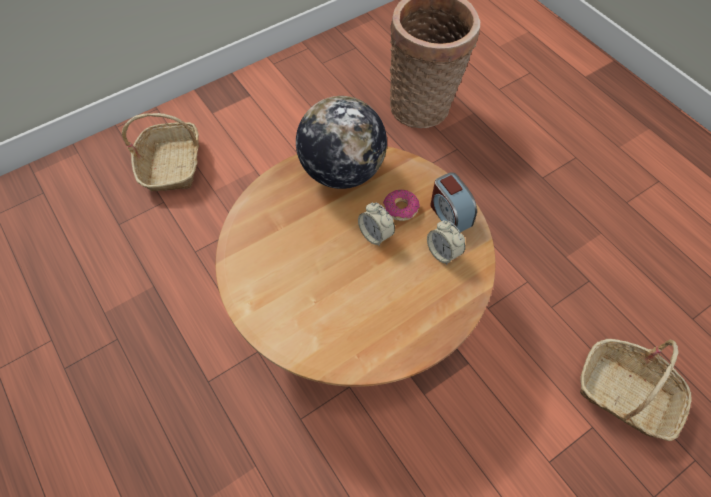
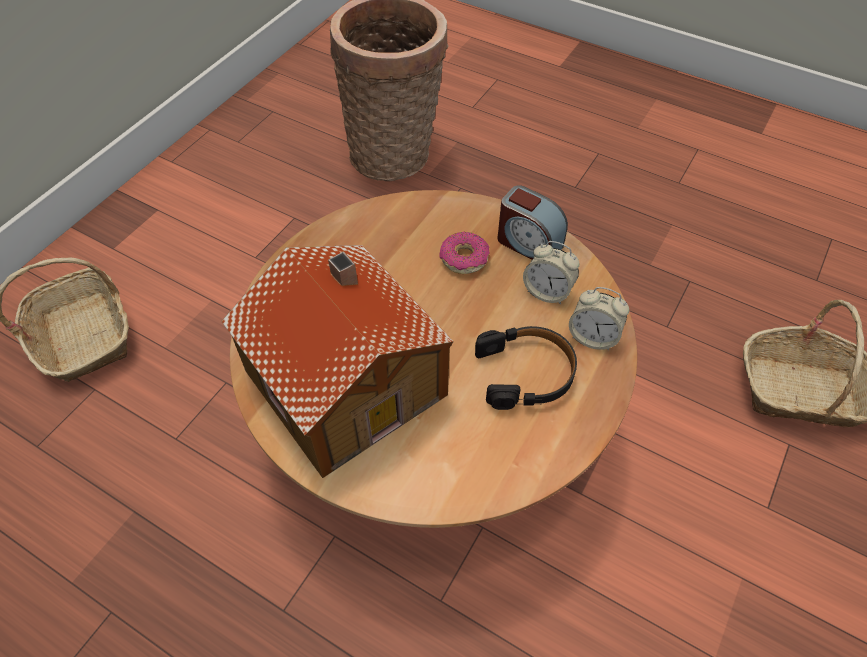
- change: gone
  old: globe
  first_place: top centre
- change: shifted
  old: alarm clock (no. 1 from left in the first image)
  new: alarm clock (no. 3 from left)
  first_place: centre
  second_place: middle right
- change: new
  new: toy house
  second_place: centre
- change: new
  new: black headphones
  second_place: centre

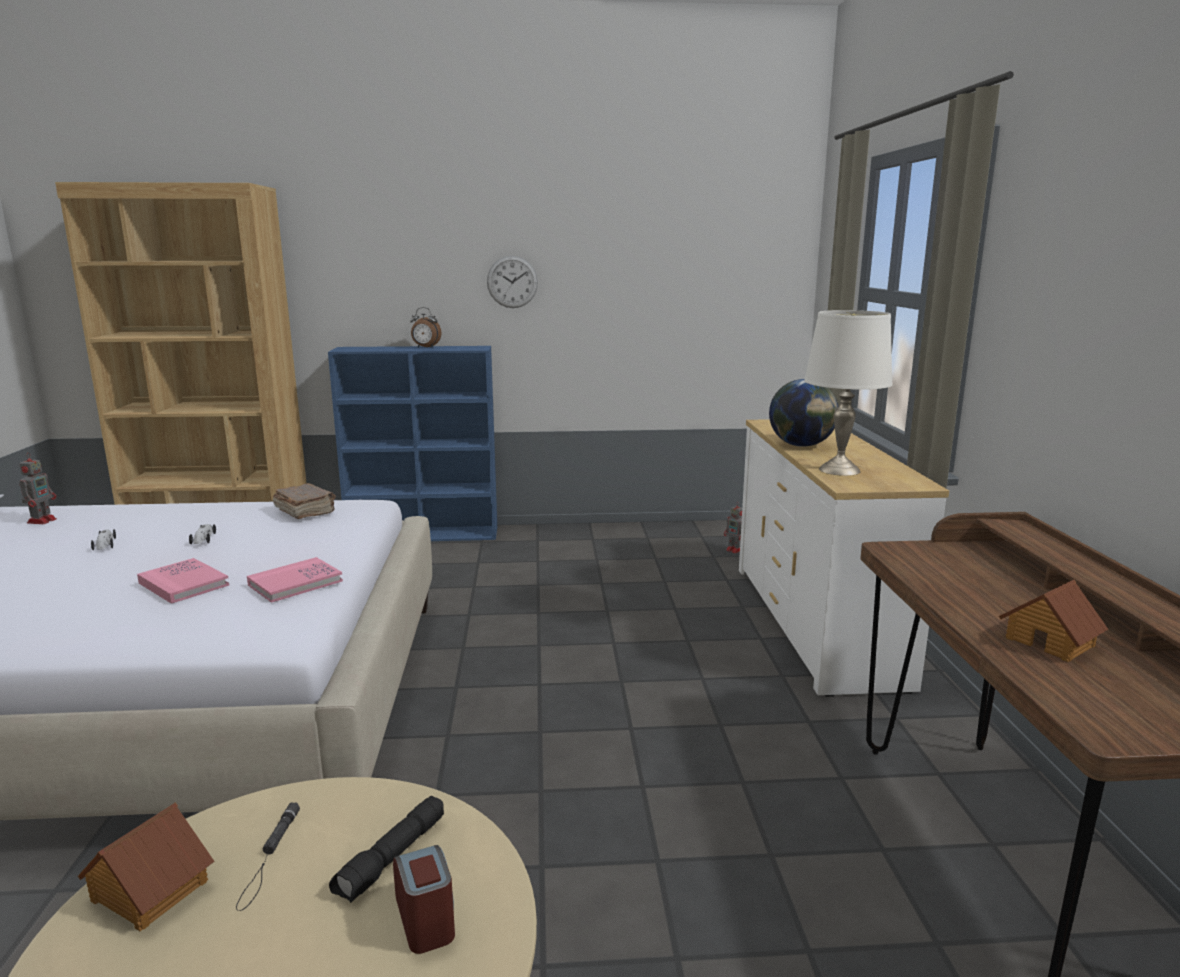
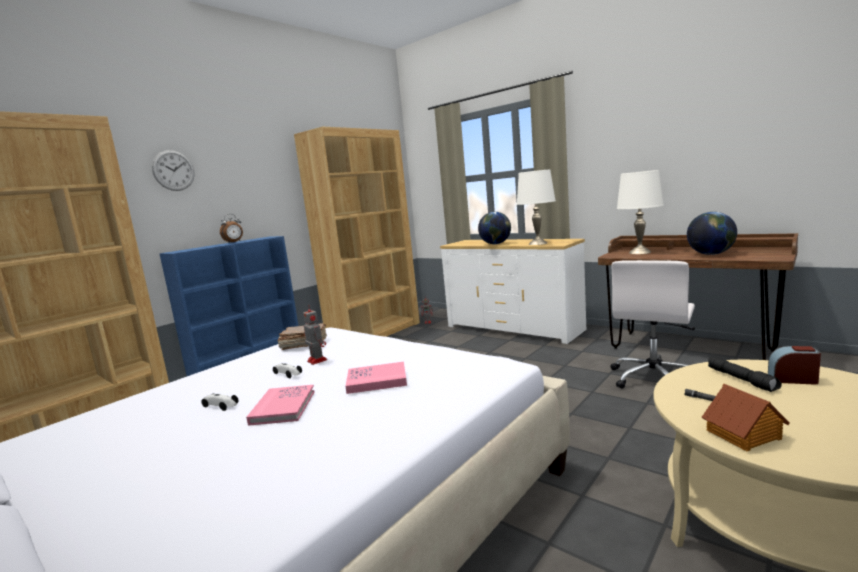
- change: shifted
  old: wall clock
  first_place: top centre
  second_place: top left
- change: shifted
  old: toy robot (no. 1 from left)
  first_place: middle left
  second_place: centre
- change: shifted
  old: pink book (no. 2 from left in the first image)
  new: pink book (no. 1 from left)
  first_place: middle left
  second_place: bottom left
- change: swapped
  old: toy house (no. 2 from left)
  new: globe (no. 2 from left)
  first_place: middle right
  second_place: middle right
- change: new
  new: brown bookcase (no. 2 from left)
  second_place: centre
- change: new
  new: white table lamp (no. 2 from left)
  second_place: middle right
- change: new
  new: white office chair
  second_place: middle right

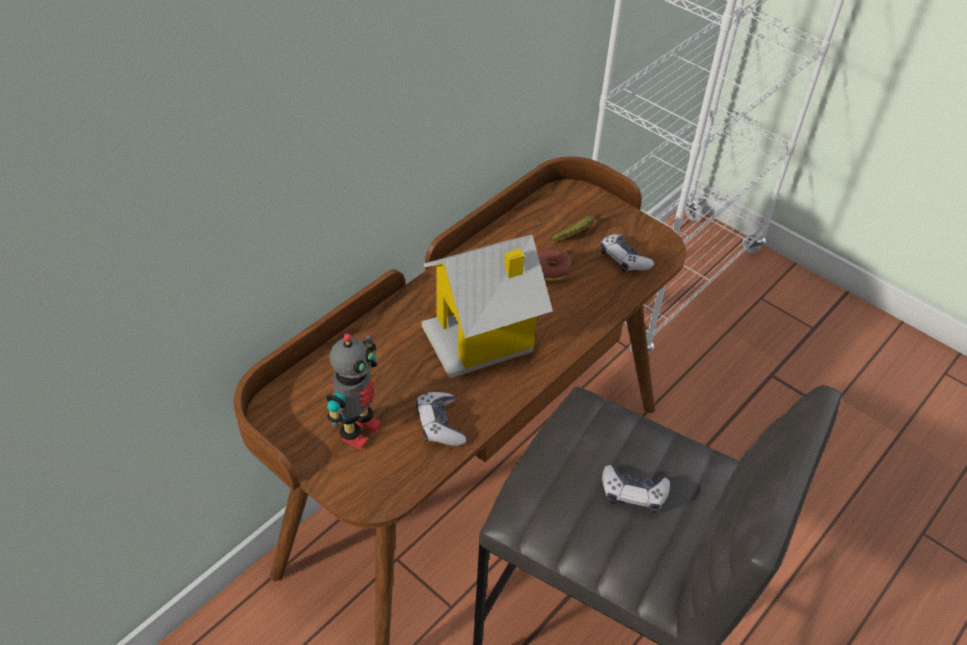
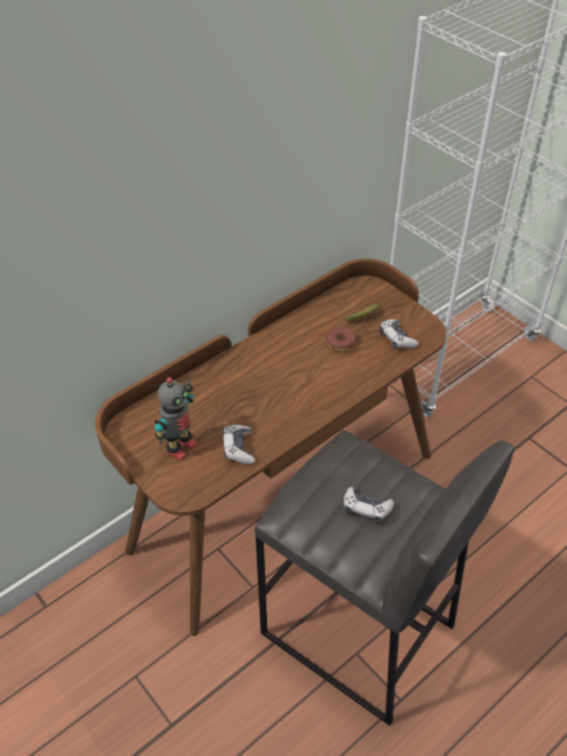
- change: gone
  old: toy house
  first_place: centre

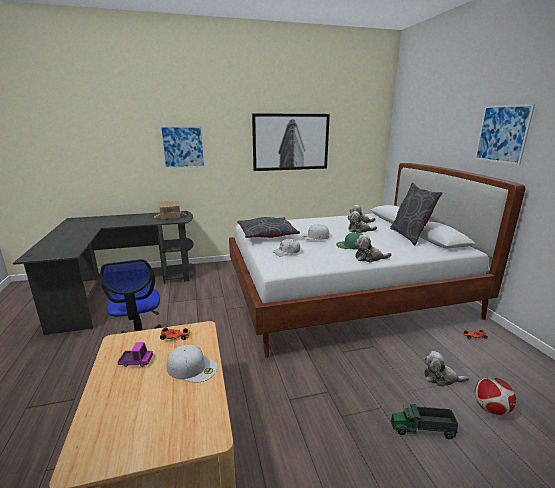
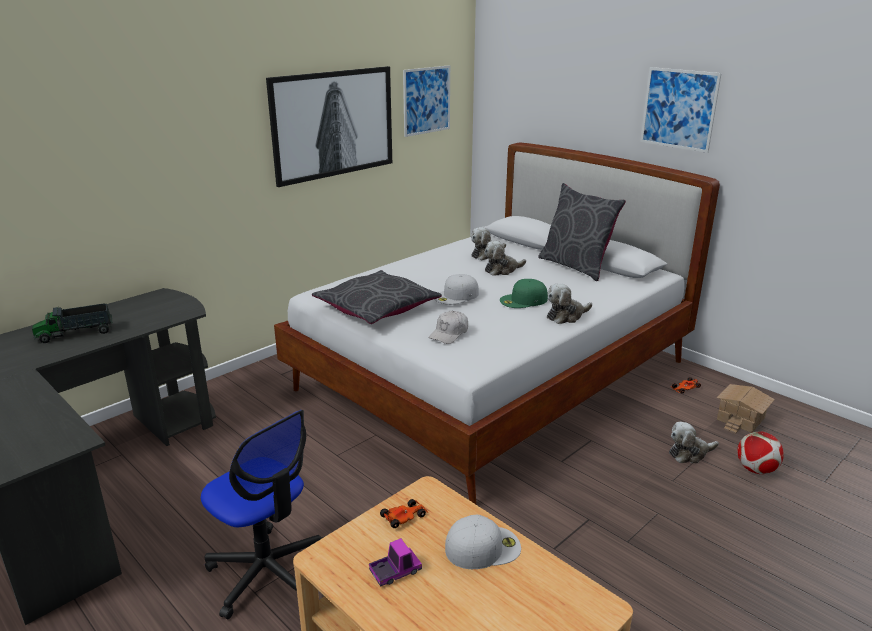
- change: shifted
  old: picture (no. 1 from left in the first image)
  new: picture (no. 2 from left)
  first_place: top left
  second_place: top centre
- change: shifted
  old: toy house
  first_place: middle left
  second_place: middle right
- change: shifted
  old: toy truck (no. 2 from left in the first image)
  new: toy truck (no. 1 from left)
  first_place: bottom right
  second_place: middle left

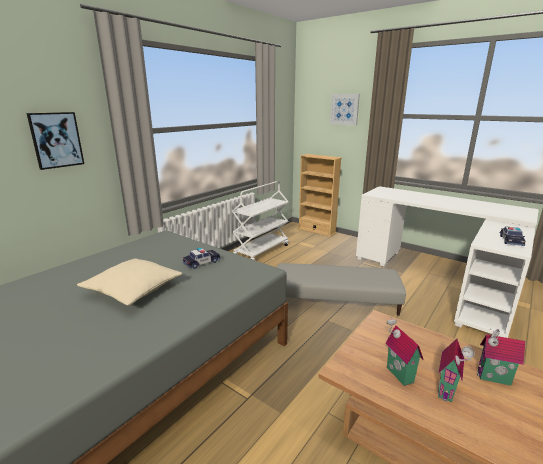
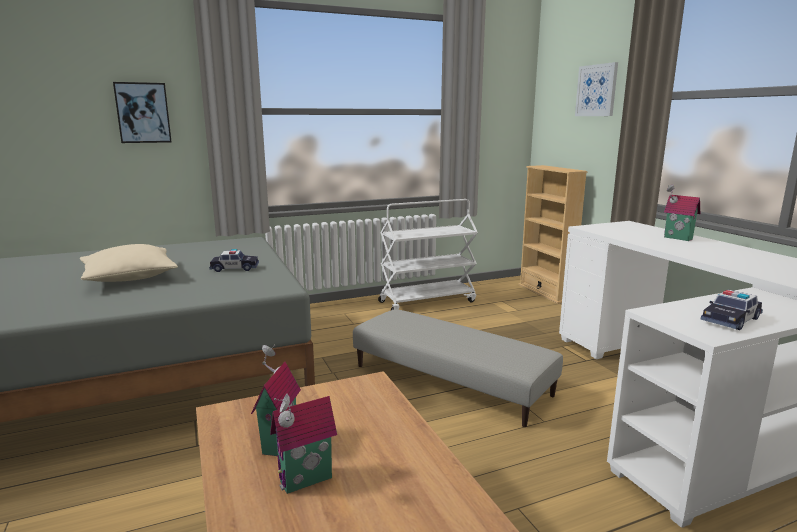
- change: shifted
  old: toy house (no. 3 from left)
  first_place: bottom right
  second_place: middle right

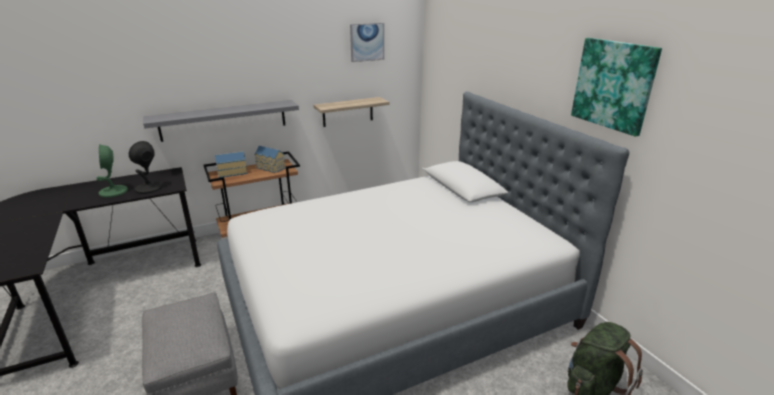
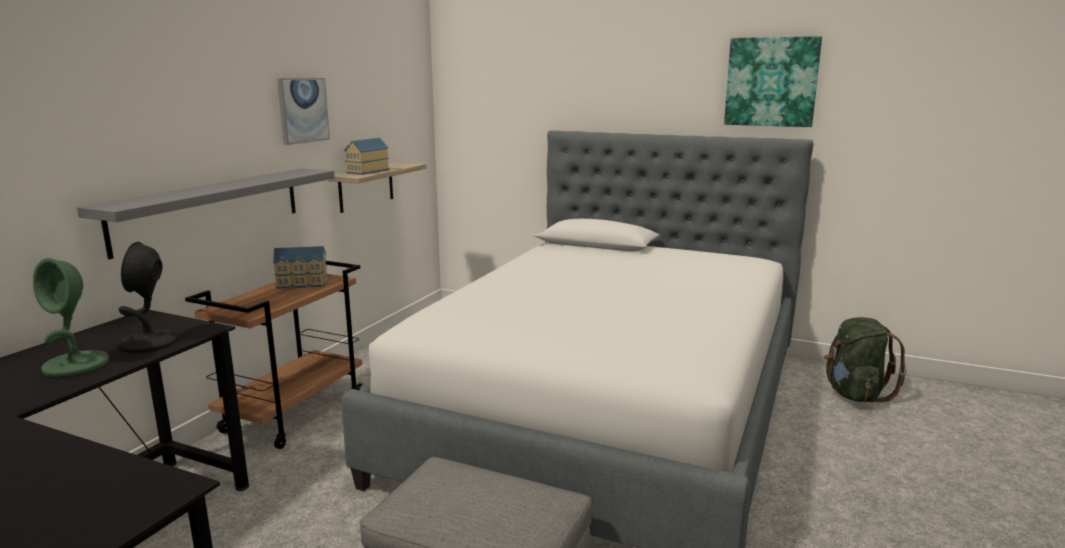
- change: shifted
  old: picture (no. 1 from left)
  first_place: top centre
  second_place: top left
- change: shifted
  old: toy house (no. 1 from left in the first image)
  new: toy house (no. 2 from left)
  first_place: middle left
  second_place: top centre

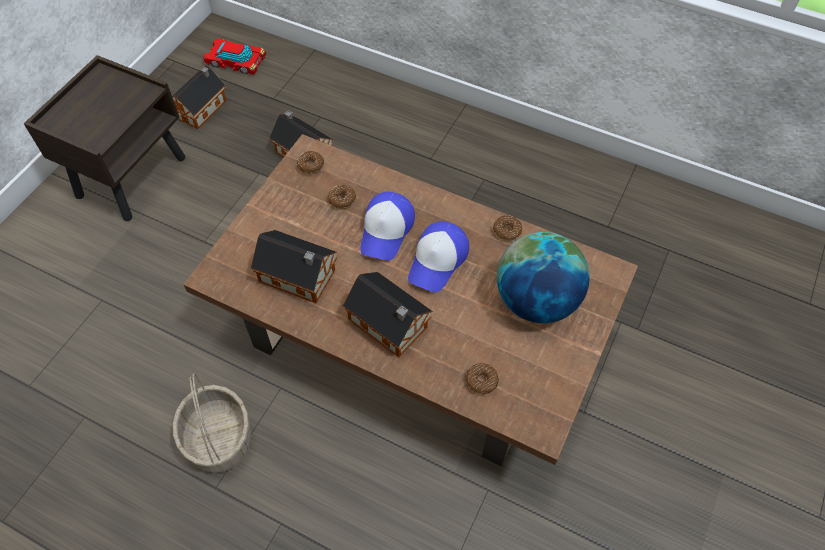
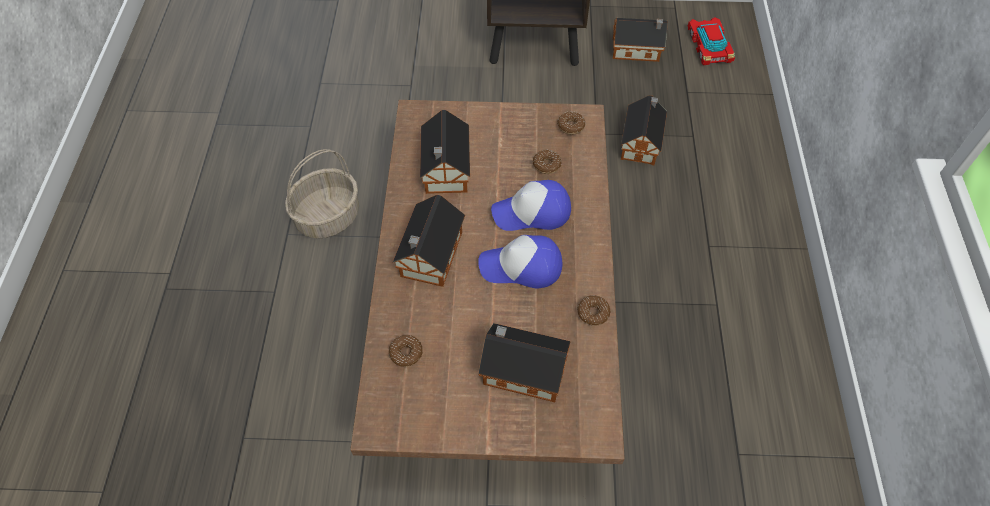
- change: swapped
  old: globe
  new: toy house (no. 3 from left)
  first_place: centre
  second_place: bottom centre

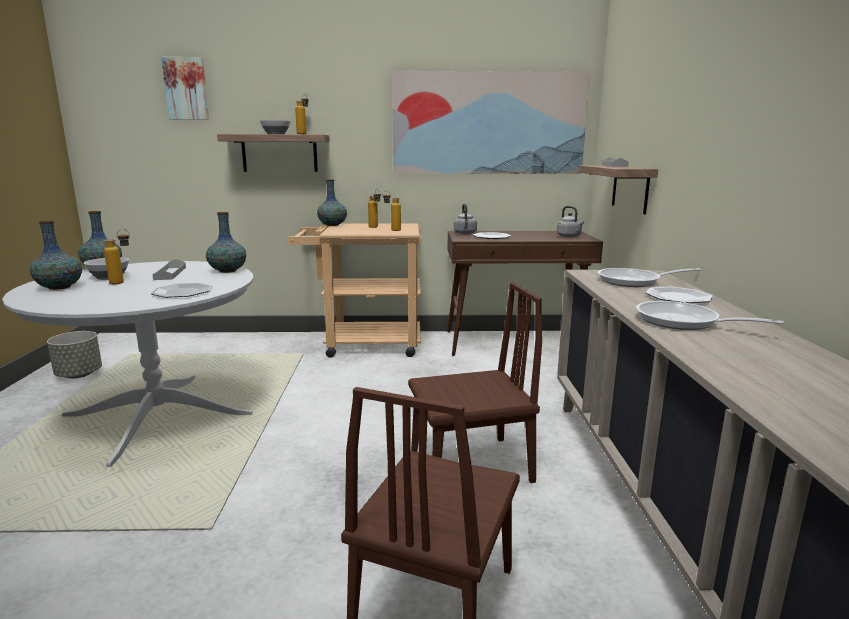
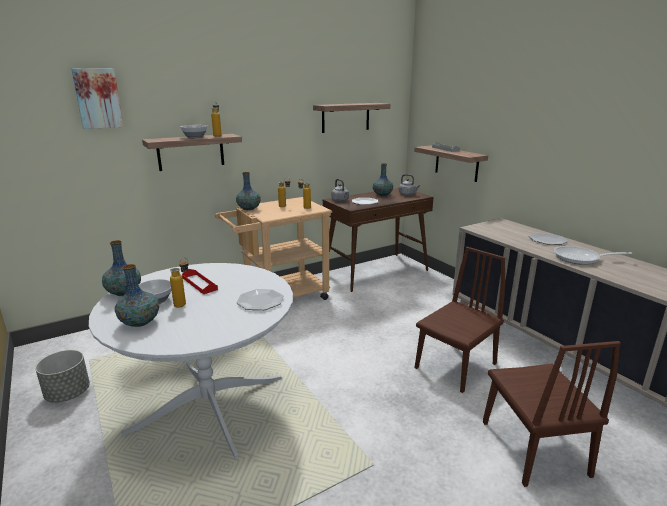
- change: swapped
  old: picture (no. 2 from left)
  new: shelf (no. 2 from left)
  first_place: top centre
  second_place: top centre
- change: shifted
  old: vase (no. 3 from left in the first image)
  new: vase (no. 4 from left)
  first_place: middle left
  second_place: centre
- change: repainted
  old: grey tray (no. 1 from left)
  new: red tray
  first_place: middle left
  second_place: middle left
- change: gone
  old: frying pan (no. 1 from left)
  first_place: middle right

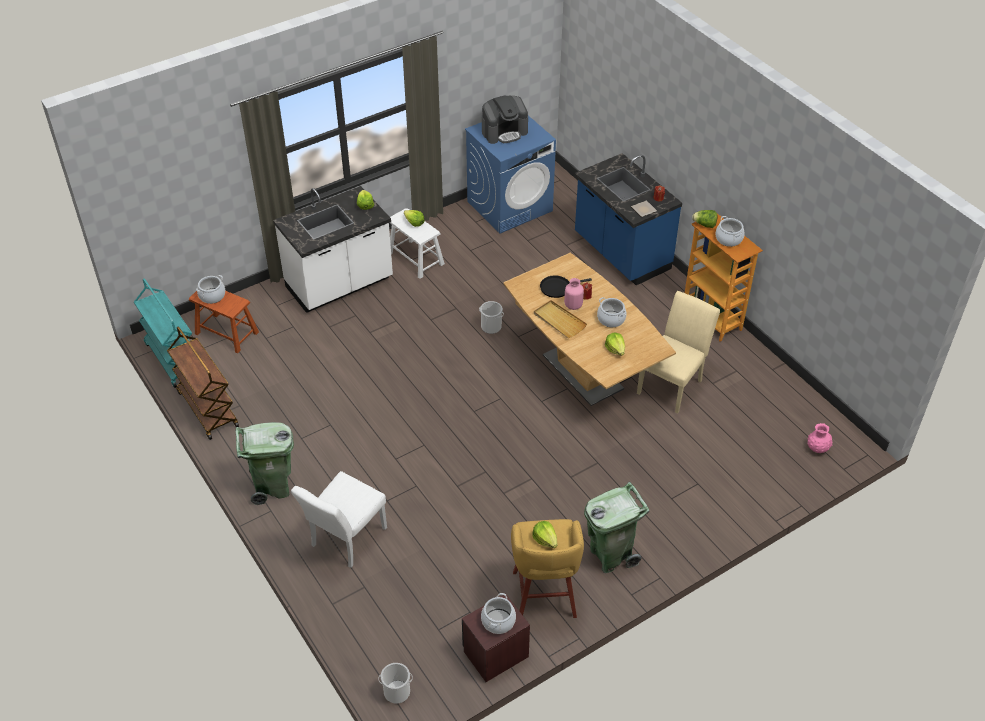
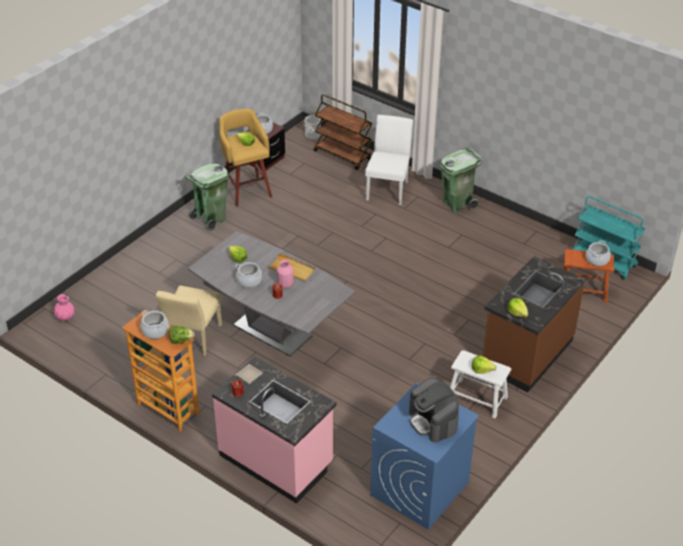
- change: rotated
  old: coffee machine
  first_place: top centre
  second_place: bottom centre
  degrees: -75
- change: repainted
  old: blue counter
  new: pink counter
  first_place: top centre
  second_place: bottom centre
- change: repainted
  old: white counter
  new: brown counter
  first_place: centre
  second_place: middle right
- change: repainted
  old: brown dining table
  new: grey dining table
  first_place: centre
  second_place: centre
- change: gone
  old: black frying pan
  first_place: centre
- change: gone
  old: bucket (no. 2 from left)
  first_place: centre
- change: shifted
  old: brown cart
  first_place: middle left
  second_place: top centre

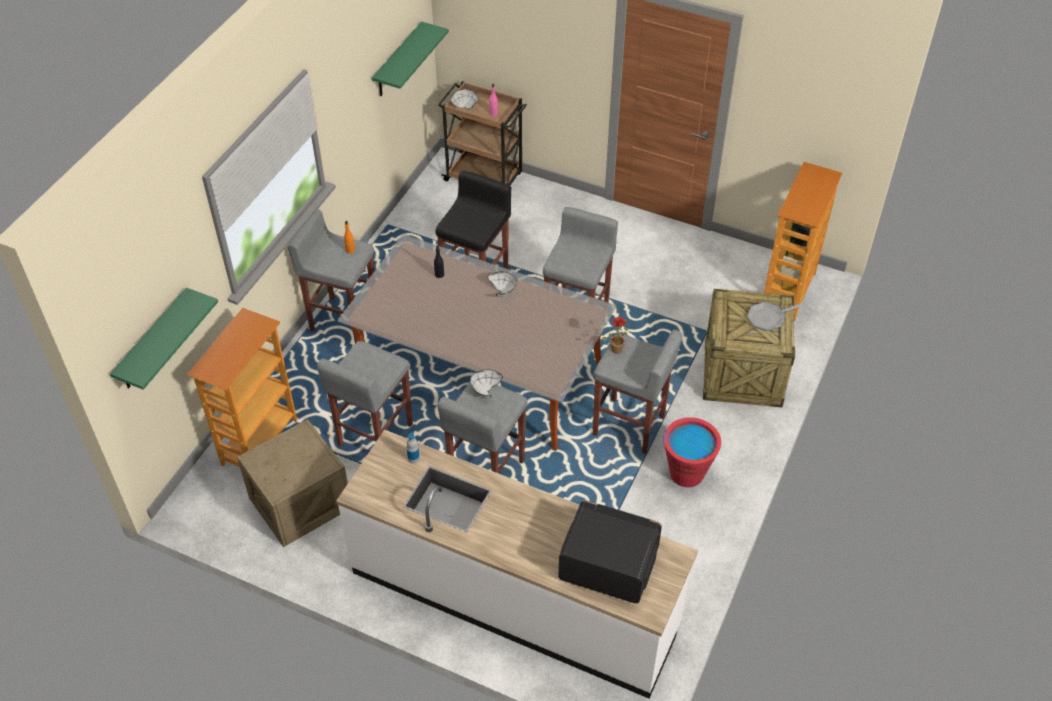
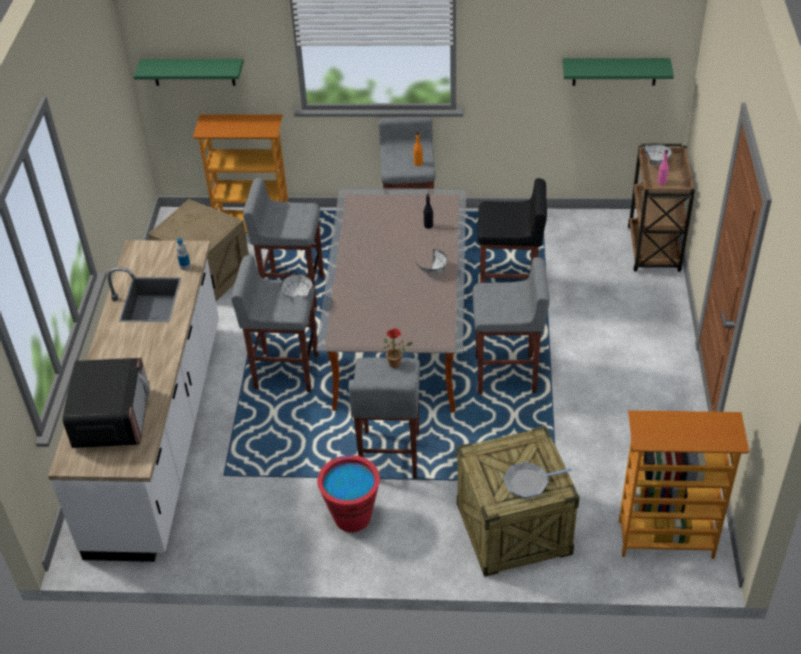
- change: rotated
  old: frying pan
  first_place: middle right
  second_place: bottom right
  degrees: -60

